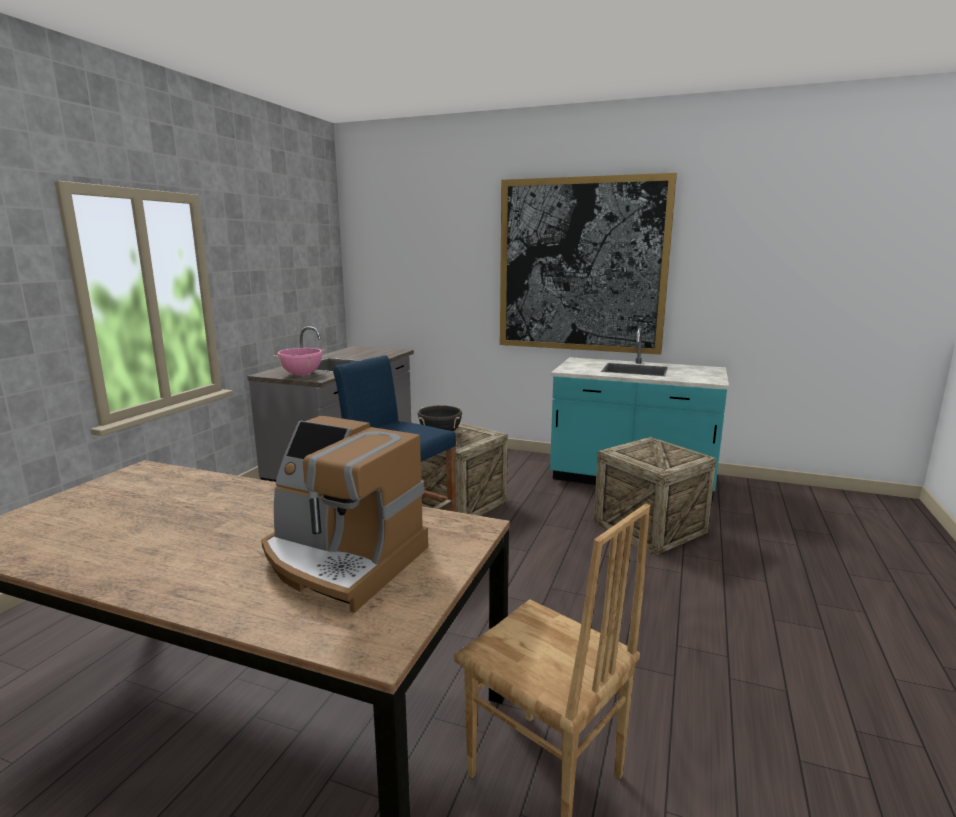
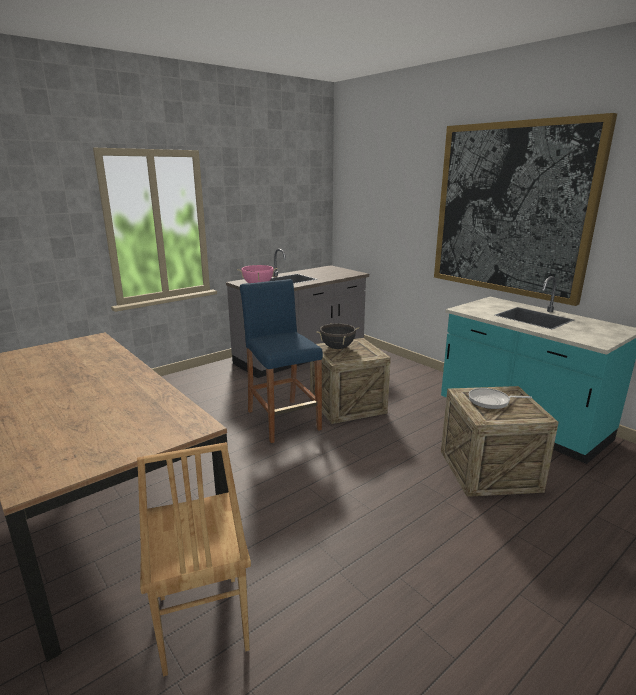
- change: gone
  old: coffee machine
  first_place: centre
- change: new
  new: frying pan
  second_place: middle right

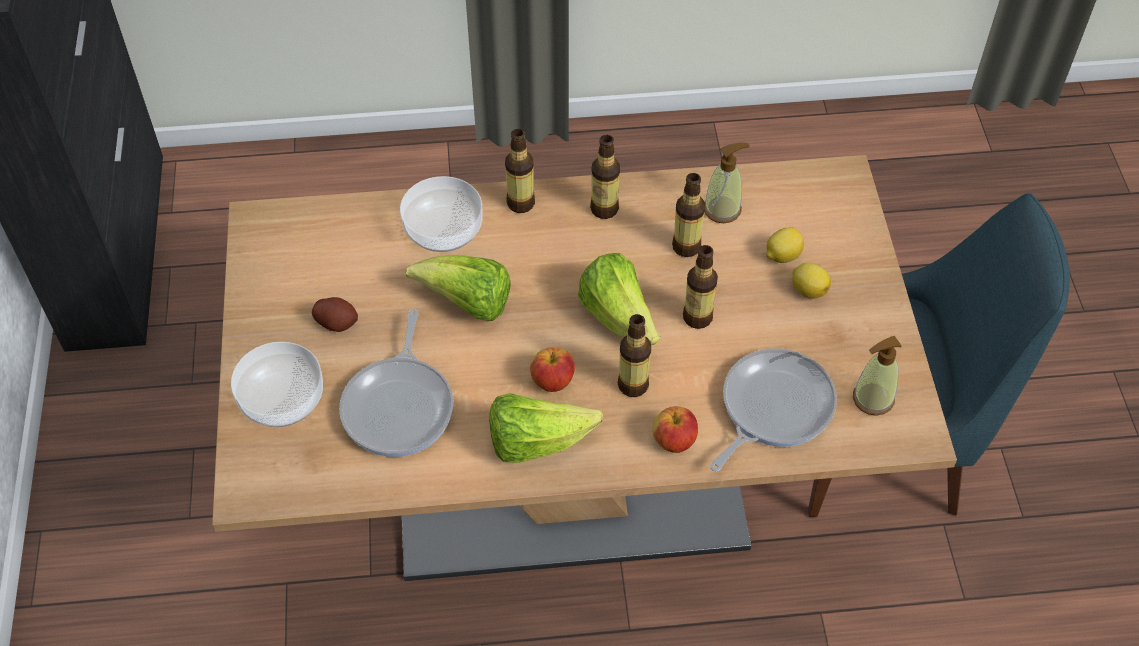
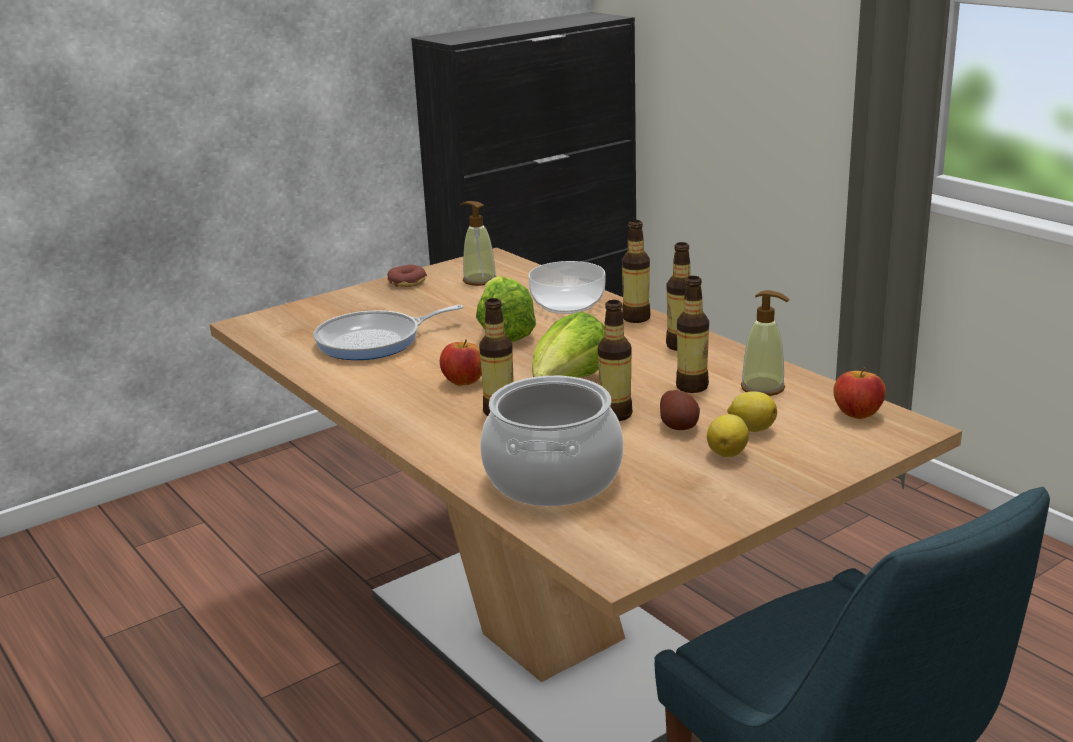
- change: shifted
  old: potato
  first_place: middle left
  second_place: centre
- change: shifted
  old: soap dispenser (no. 2 from left in the first image)
  new: soap dispenser (no. 1 from left)
  first_place: middle right
  second_place: top centre
- change: gone
  old: bowl (no. 1 from left)
  first_place: middle left
- change: swapped
  old: frying pan (no. 2 from left)
  new: cooking pot
  first_place: middle right
  second_place: centre
- change: gone
  old: lettuce (no. 2 from left)
  first_place: centre
- change: shifted
  old: apple (no. 2 from left)
  first_place: centre
  second_place: middle right
- change: new
  new: donut
  second_place: centre

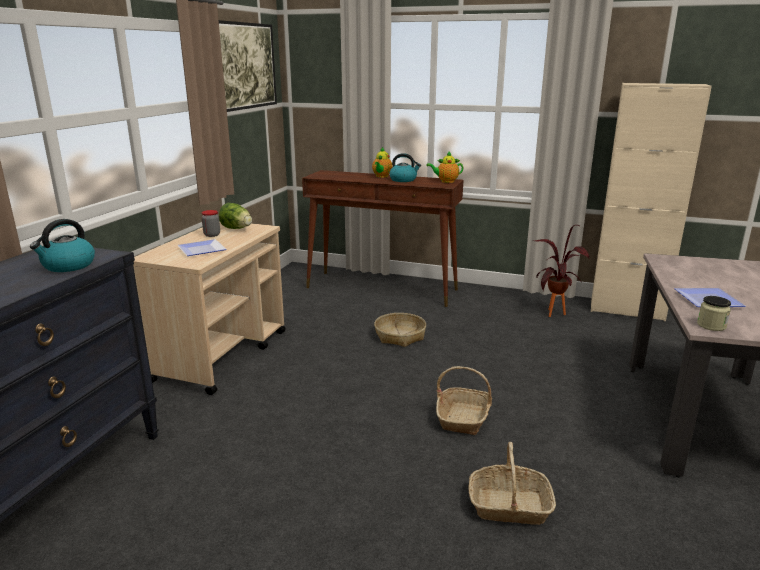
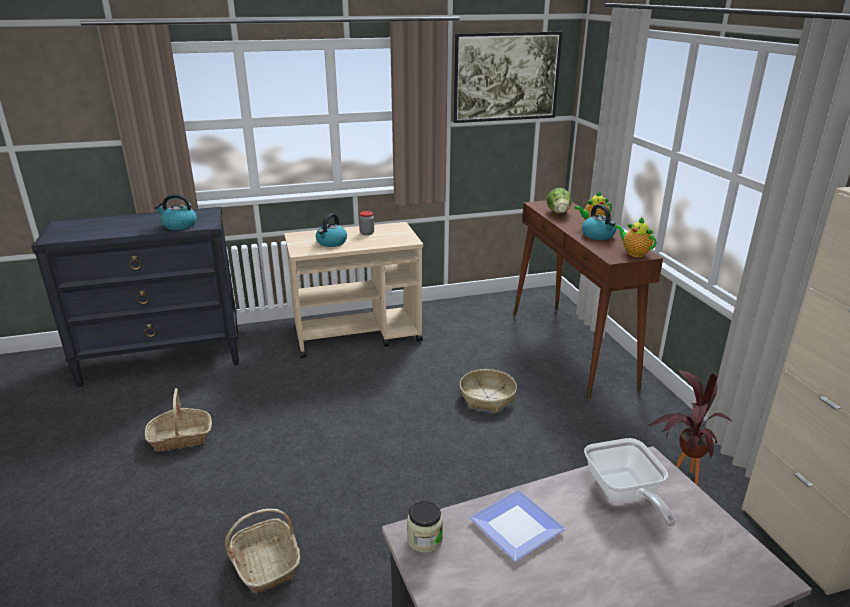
- change: shifted
  old: lettuce
  first_place: middle left
  second_place: top centre
- change: swapped
  old: plate (no. 1 from left)
  new: kettle (no. 2 from left)
  first_place: middle left
  second_place: centre
- change: shifted
  old: basket (no. 2 from left in the first image)
  new: basket (no. 1 from left)
  first_place: bottom centre
  second_place: bottom left
- change: new
  new: frying pan
  second_place: bottom right

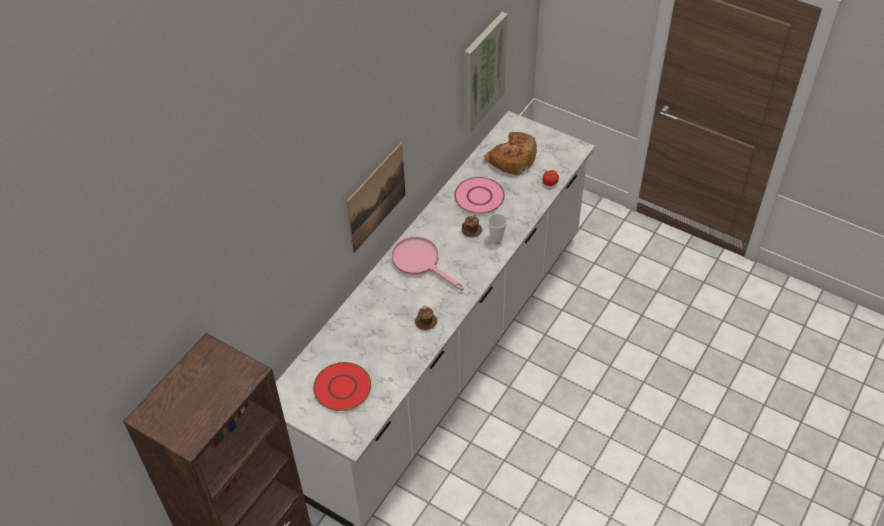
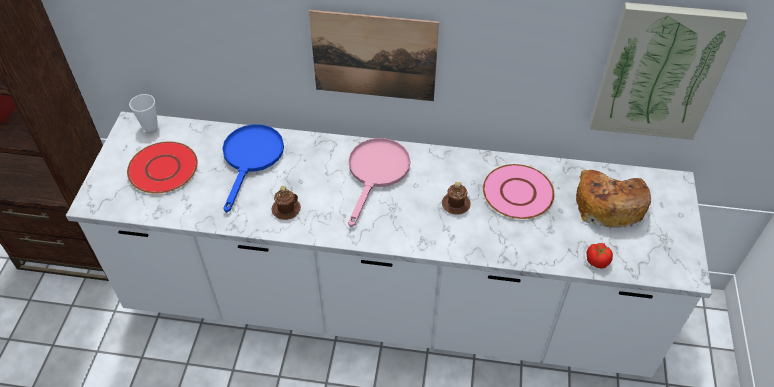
- change: shifted
  old: cup
  first_place: centre
  second_place: top left
- change: new
  new: blue frying pan
  second_place: middle left

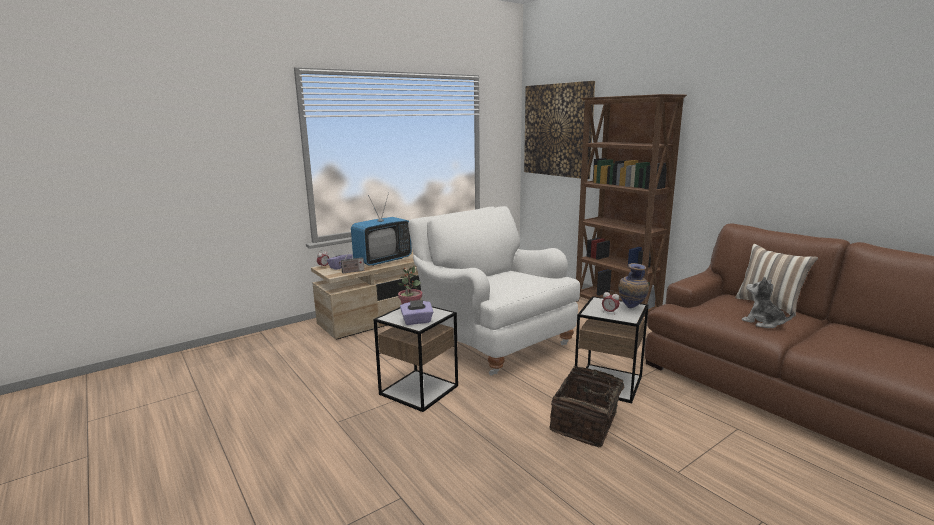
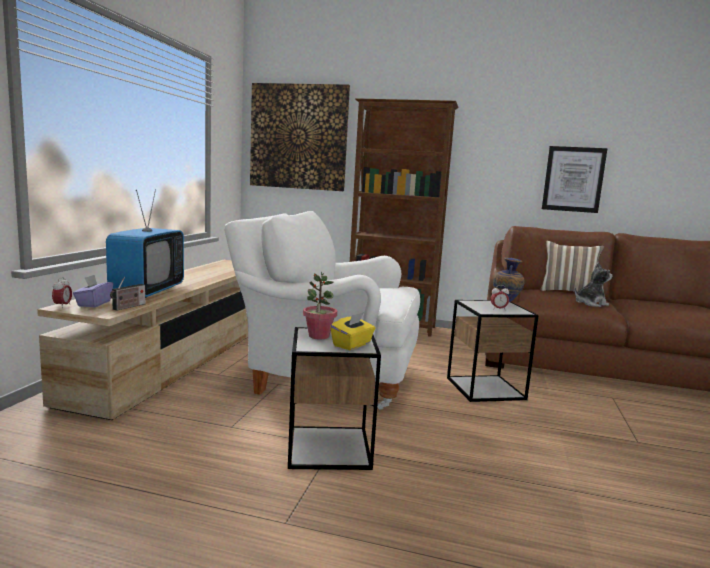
- change: rotated
  old: plush toy
  first_place: middle right
  second_place: middle right
  degrees: 150
- change: repainted
  old: purple tissue box (no. 2 from left)
  new: yellow tissue box
  first_place: centre
  second_place: centre
- change: gone
  old: basket
  first_place: bottom centre
- change: new
  new: picture (no. 2 from left)
  second_place: top right

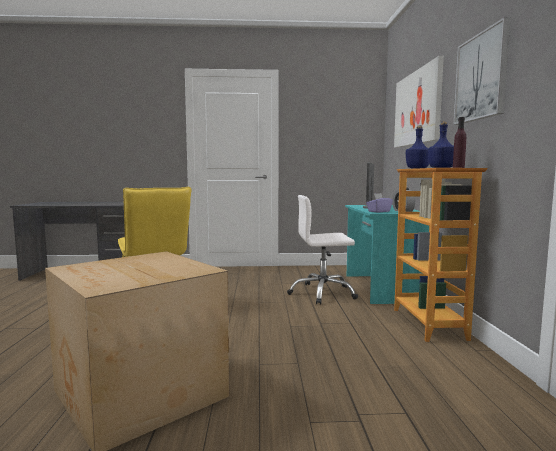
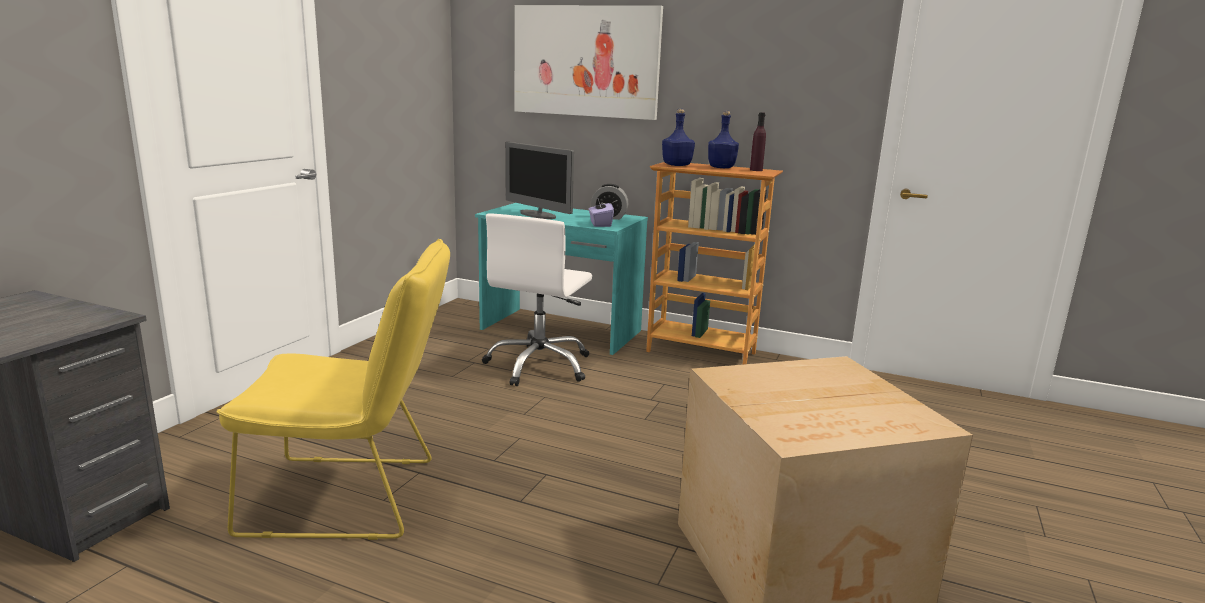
- change: gone
  old: picture (no. 2 from left)
  first_place: top right

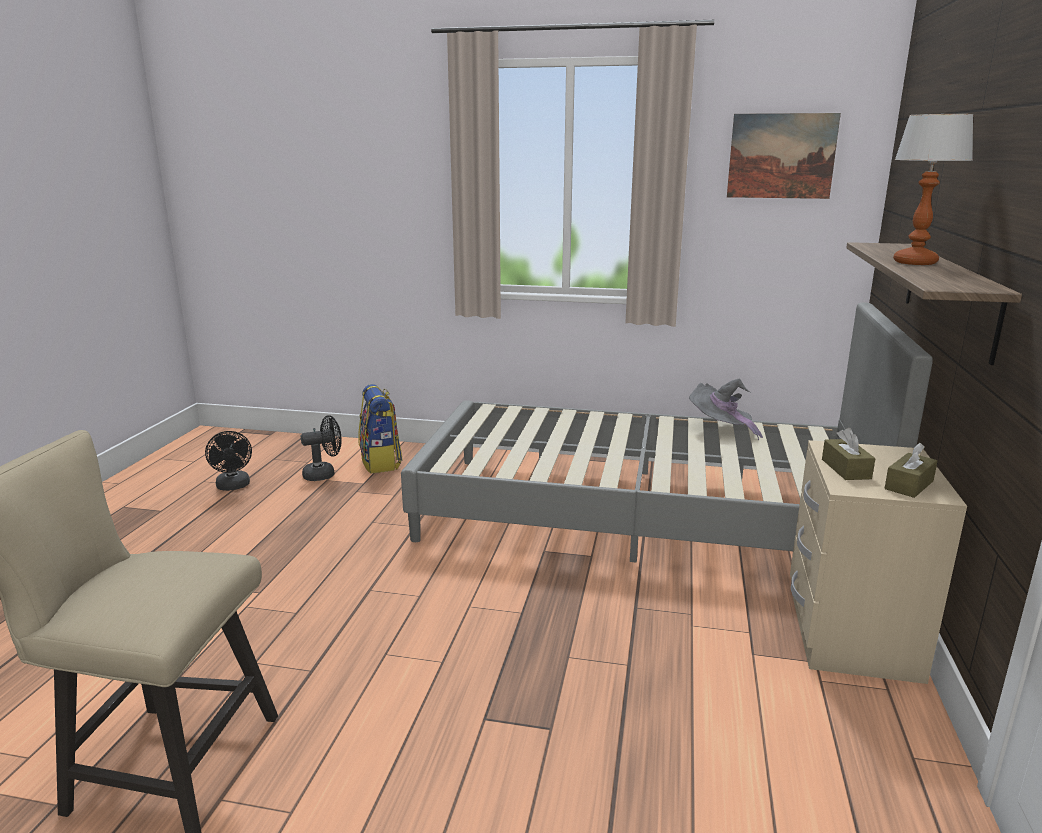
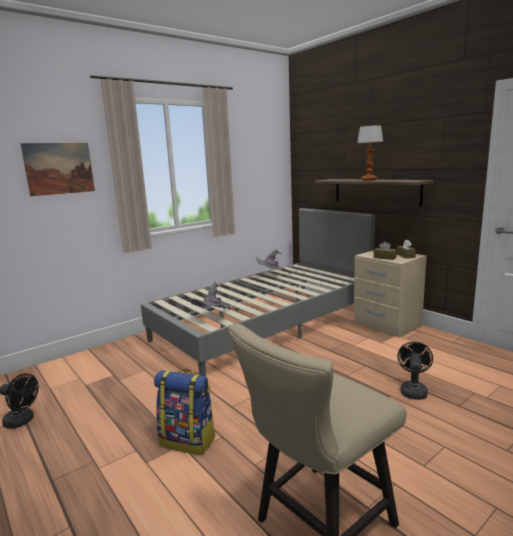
- change: shifted
  old: picture
  first_place: top right
  second_place: top left
- change: shifted
  old: backpack
  first_place: centre
  second_place: bottom centre
- change: shifted
  old: black fan (no. 2 from left)
  first_place: middle left
  second_place: bottom right
- change: new
  new: grey hat (no. 1 from left)
  second_place: centre

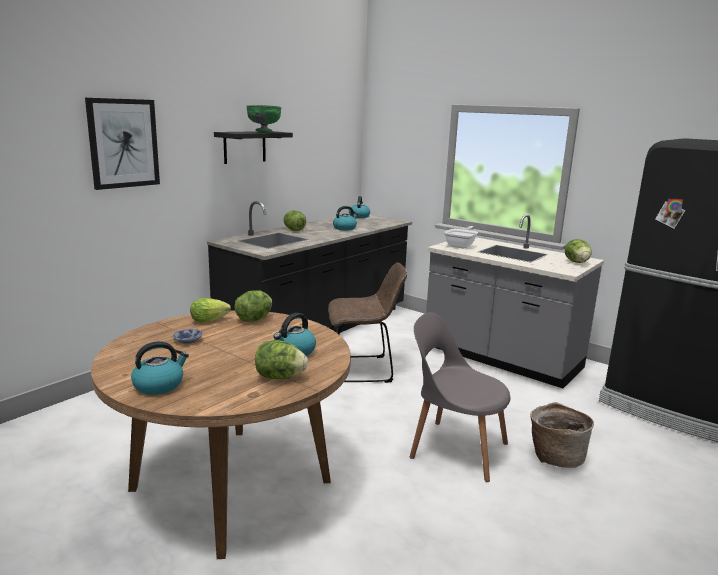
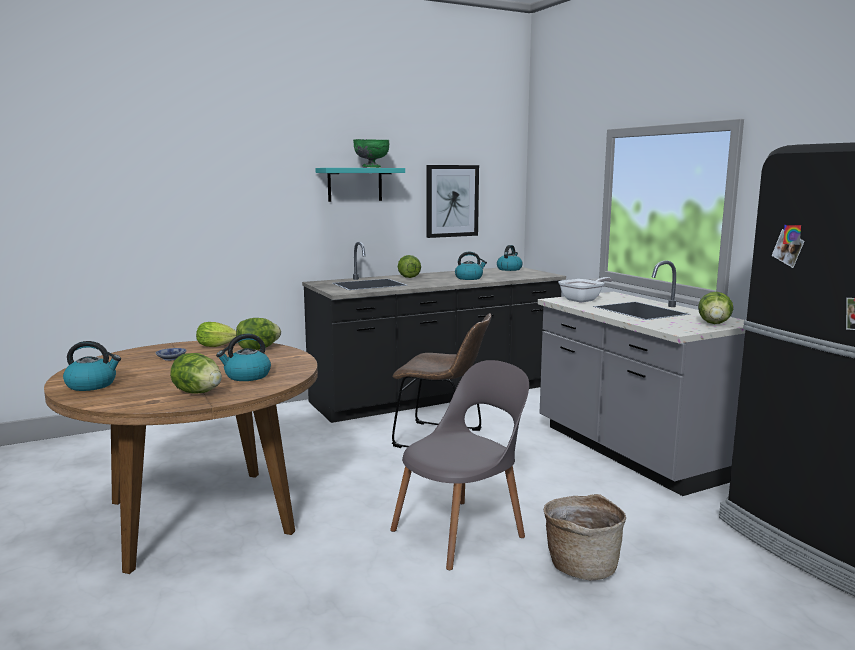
- change: shifted
  old: picture
  first_place: top left
  second_place: top centre
- change: repainted
  old: black shelf
  new: turquoise shelf
  first_place: top centre
  second_place: top centre
- change: rotated
  old: grey chair
  first_place: bottom centre
  second_place: bottom centre
  degrees: 90

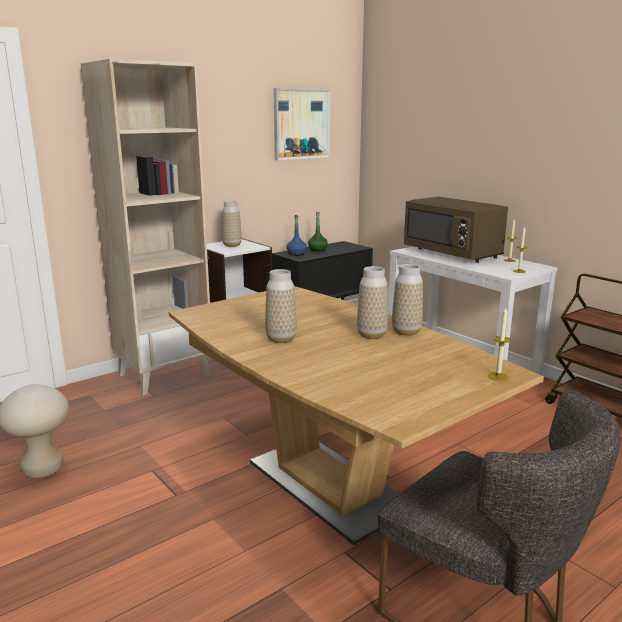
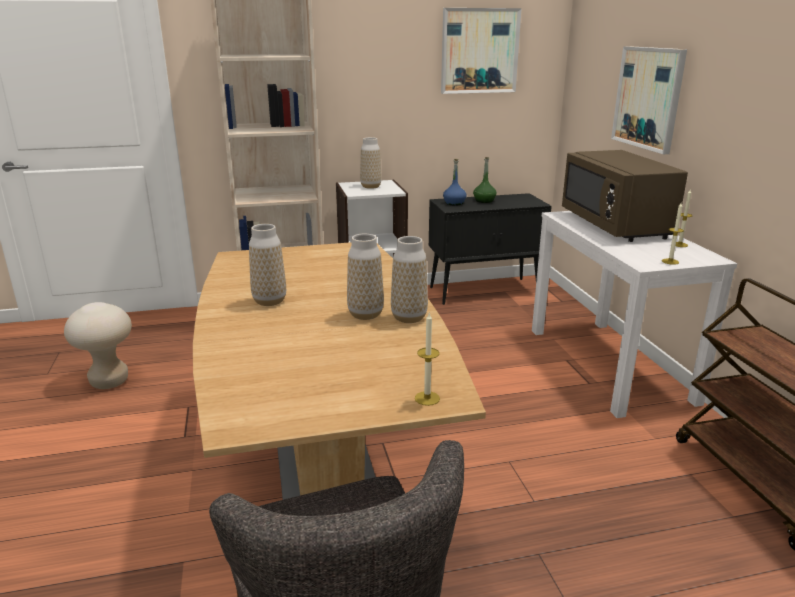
- change: new
  new: picture (no. 2 from left)
  second_place: top right

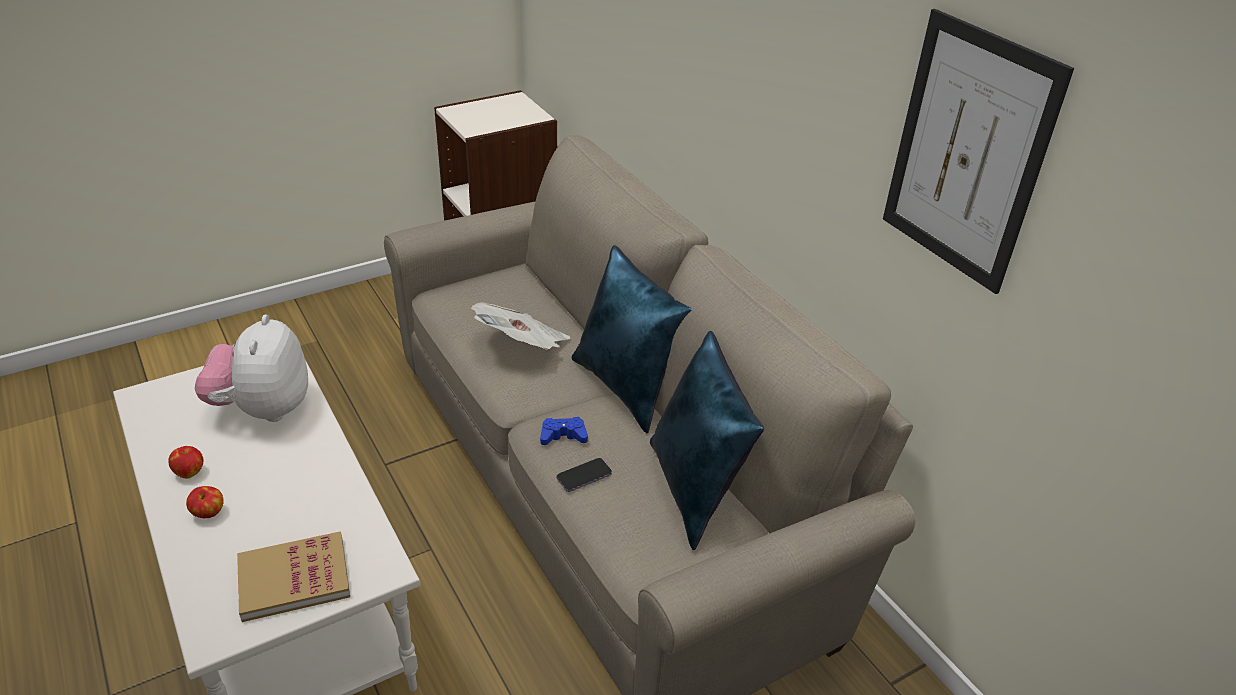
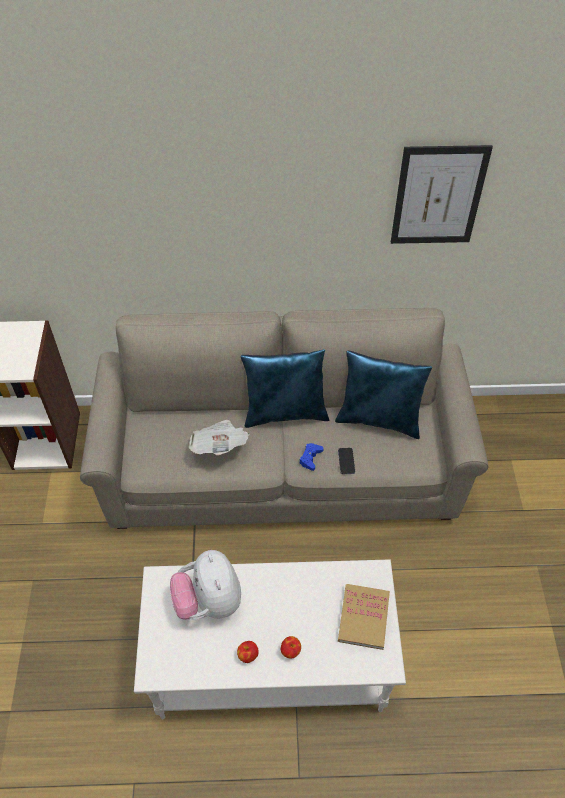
- change: rotated
  old: plush toy
  first_place: middle left
  second_place: bottom centre
  degrees: 45

